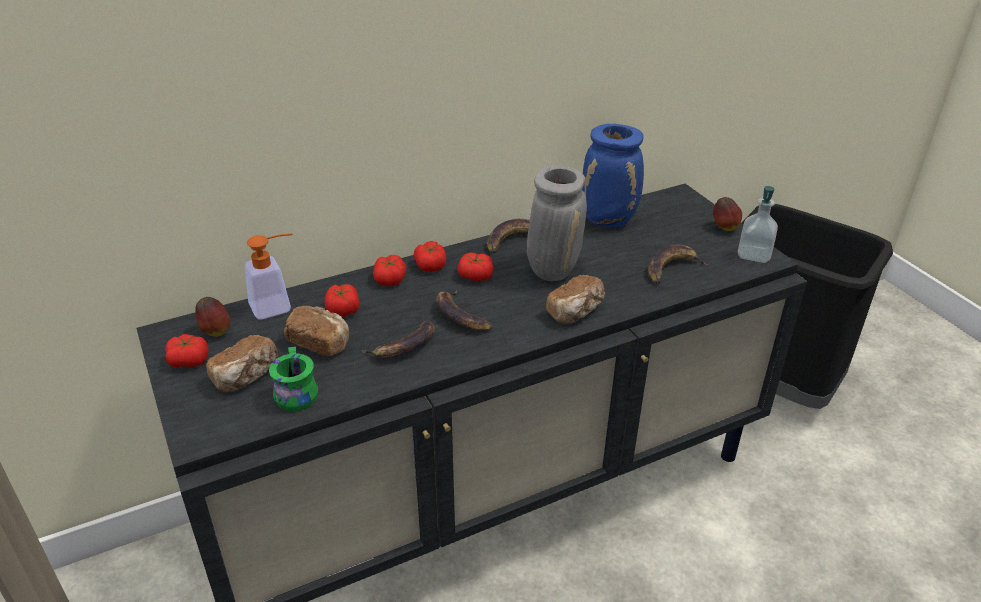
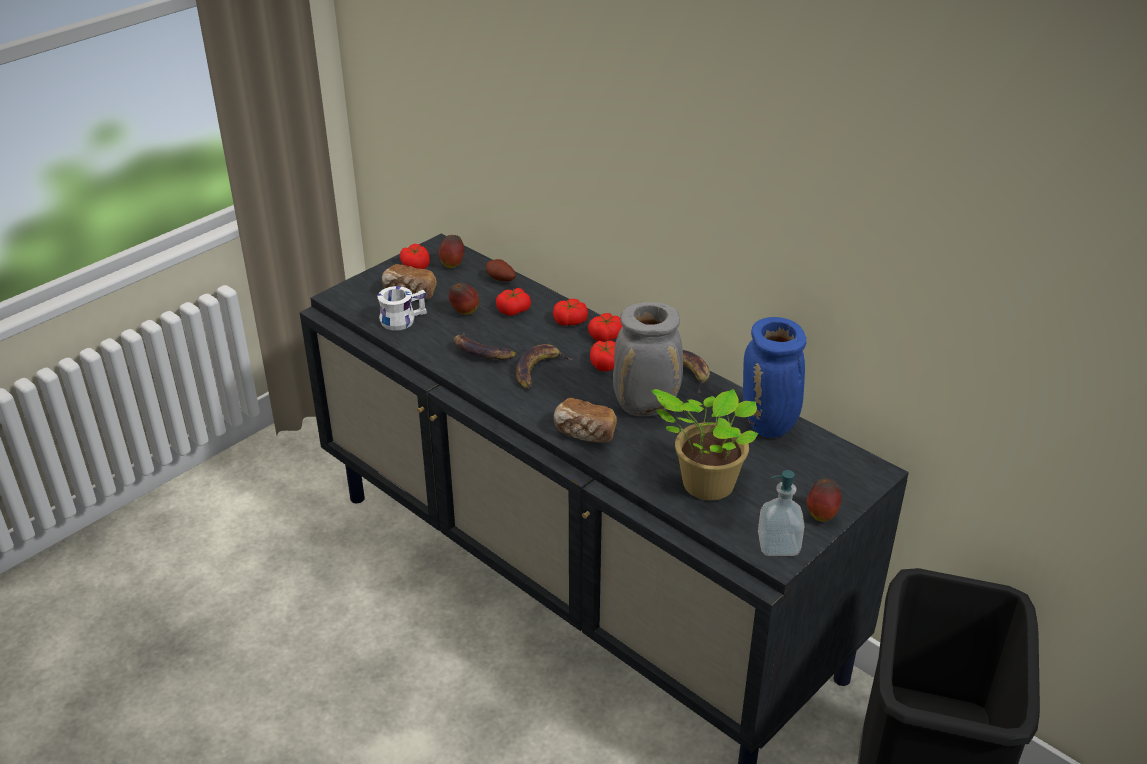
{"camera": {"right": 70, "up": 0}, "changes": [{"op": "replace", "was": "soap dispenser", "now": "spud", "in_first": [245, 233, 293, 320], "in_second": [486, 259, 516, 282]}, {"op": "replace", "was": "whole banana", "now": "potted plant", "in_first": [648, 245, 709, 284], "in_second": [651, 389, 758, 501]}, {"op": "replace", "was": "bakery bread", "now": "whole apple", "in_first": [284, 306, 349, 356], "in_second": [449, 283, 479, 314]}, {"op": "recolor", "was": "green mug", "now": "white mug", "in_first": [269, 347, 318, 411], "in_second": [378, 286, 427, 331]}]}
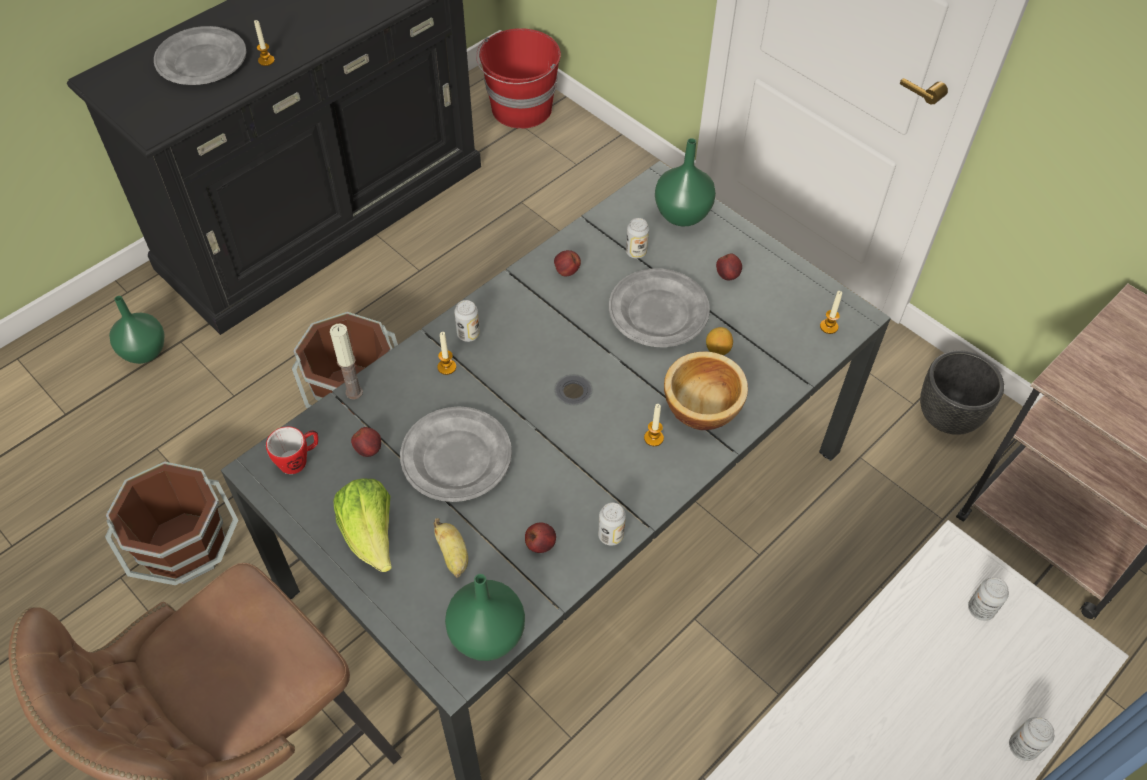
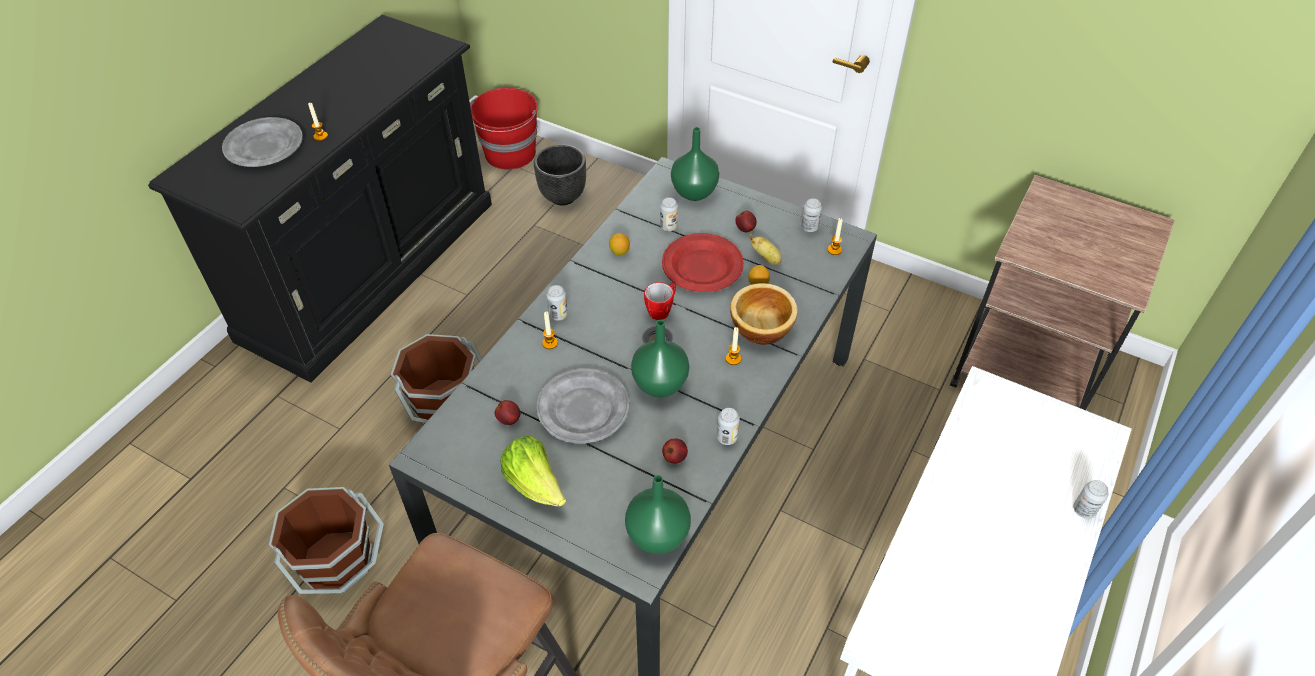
{"camera": {"right": -15, "up": -5}, "changes": [{"op": "replace", "was": "whole apple", "now": "lemon", "in_first": [554, 250, 581, 276], "in_second": [609, 233, 630, 256]}, {"op": "recolor", "was": "gray plate", "now": "reddish plate", "in_first": [609, 268, 710, 347], "in_second": [662, 233, 744, 292]}, {"op": "move", "was": "green flower vase", "in_first": [109, 296, 165, 364], "in_second": [631, 320, 689, 398]}, {"op": "delete", "was": "wax candle", "in_first": [330, 323, 363, 399]}, {"op": "move", "was": "black planter", "in_first": [920, 350, 1004, 435], "in_second": [534, 144, 586, 206]}, {"op": "move", "was": "mug", "in_first": [266, 427, 318, 474], "in_second": [644, 282, 676, 320]}, {"op": "move", "was": "whole banana", "in_first": [434, 518, 468, 578], "in_second": [749, 234, 782, 265]}, {"op": "move", "was": "sealed can", "in_first": [968, 577, 1009, 621], "in_second": [801, 198, 822, 232]}]}
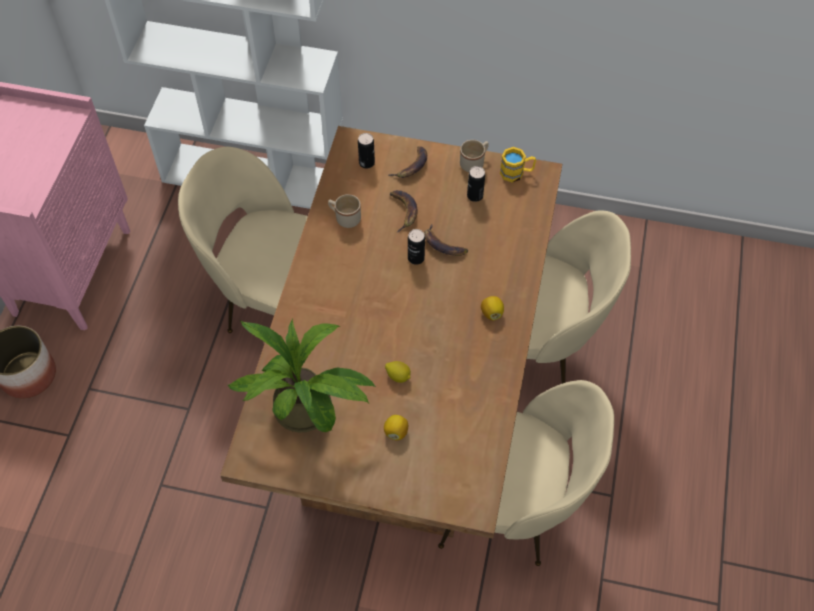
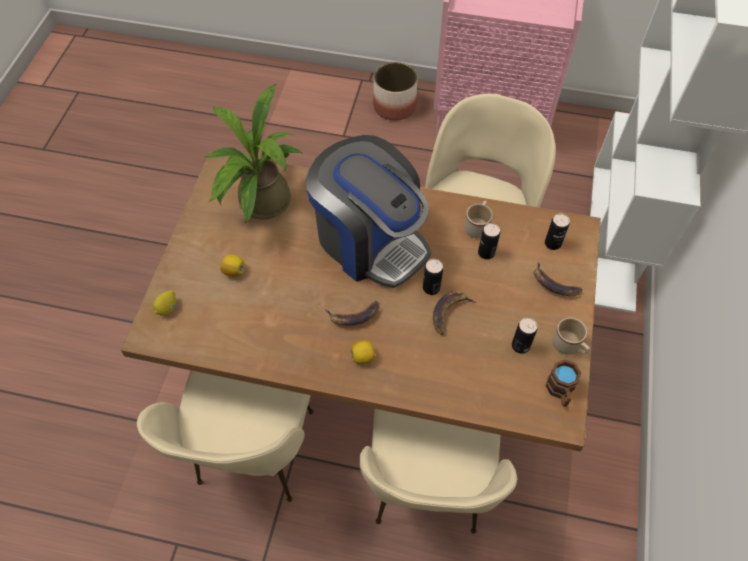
{"camera": {"right": 90, "up": 0}, "changes": [{"op": "recolor", "was": "yellowish mug", "now": "brown mug", "in_first": [500, 147, 536, 182], "in_second": [546, 360, 581, 407]}, {"op": "move", "was": "whole banana", "in_first": [390, 190, 418, 233], "in_second": [325, 301, 380, 326]}, {"op": "move", "was": "lemon", "in_first": [385, 361, 411, 383], "in_second": [153, 290, 176, 316]}, {"op": "insert", "now": "coffee machine", "in_second": [305, 135, 431, 288]}, {"op": "insert", "now": "sealed can", "in_second": [478, 223, 500, 259]}]}
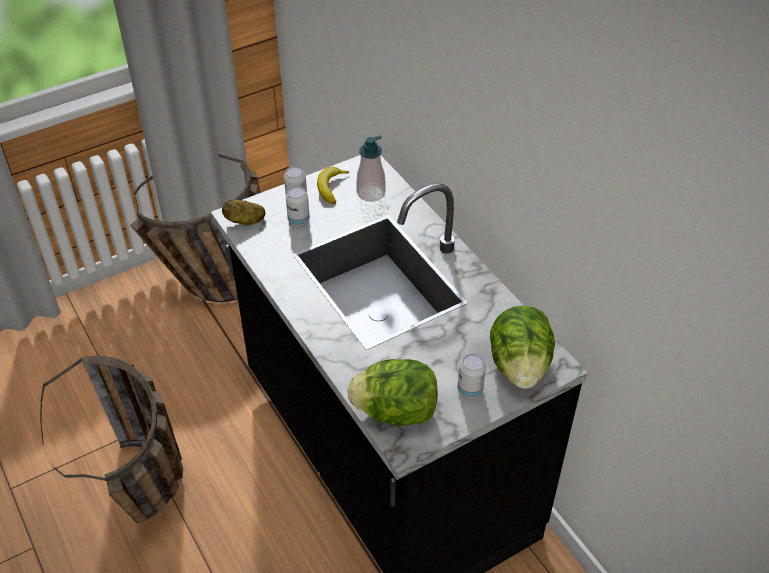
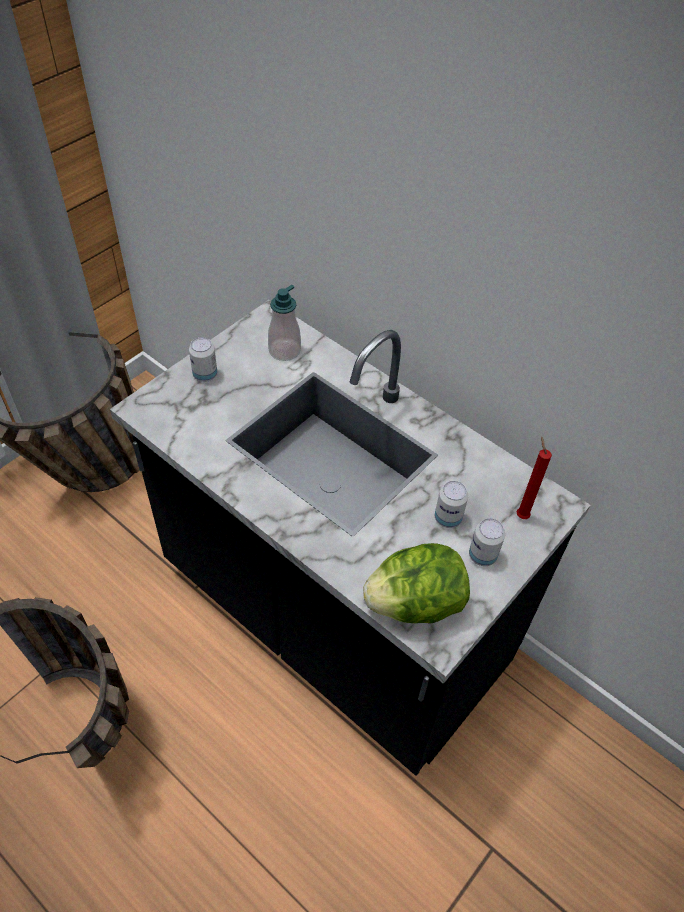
{"camera": {"right": -20, "up": 5}, "changes": [{"op": "delete", "was": "whole banana", "in_first": [317, 167, 350, 204]}, {"op": "move", "was": "sealed can", "in_first": [286, 186, 310, 226], "in_second": [435, 481, 468, 528]}, {"op": "delete", "was": "spud", "in_first": [222, 200, 266, 225]}, {"op": "replace", "was": "head of lettuce", "now": "reddish wax candle", "in_first": [490, 305, 555, 389], "in_second": [517, 436, 552, 519]}]}
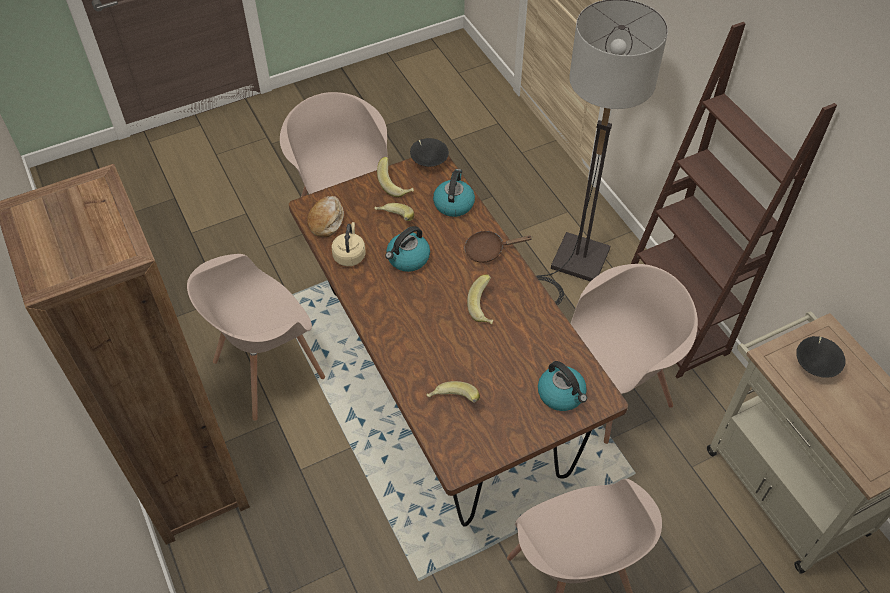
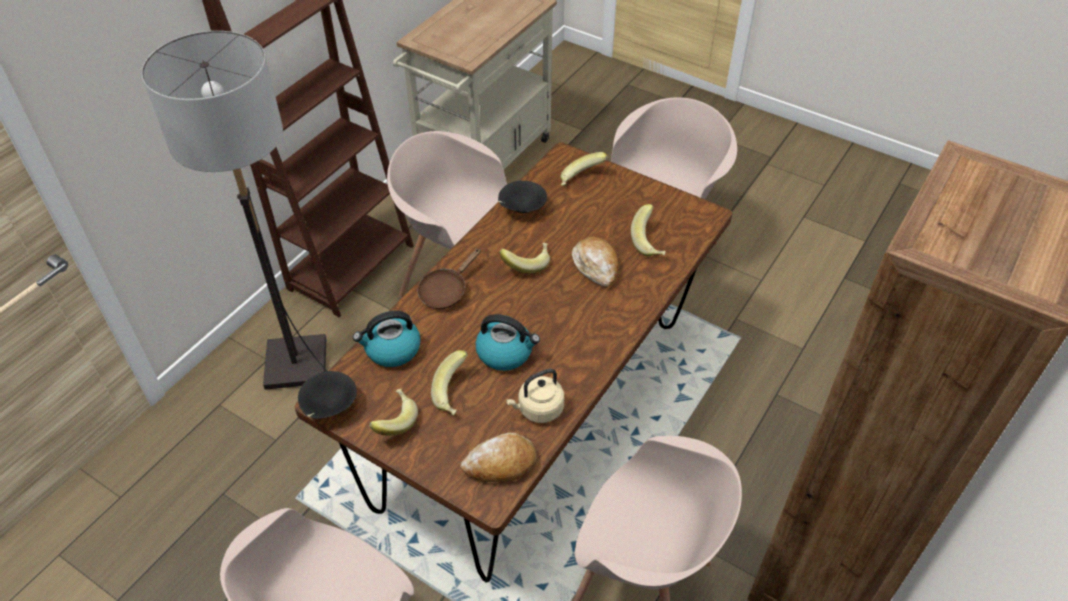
{"camera": {"right": -120, "up": -5}, "changes": [{"op": "rotate", "was": "brown pan", "in_first": [465, 231, 531, 263], "in_second": [417, 248, 481, 309], "clockwise": 75}, {"op": "move", "was": "black deep dish", "in_first": [796, 336, 846, 378], "in_second": [498, 181, 547, 213]}, {"op": "replace", "was": "tea kettle", "now": "whole banana", "in_first": [538, 361, 587, 411], "in_second": [561, 152, 608, 186]}, {"op": "insert", "now": "bakery bread", "in_second": [572, 237, 619, 288]}]}
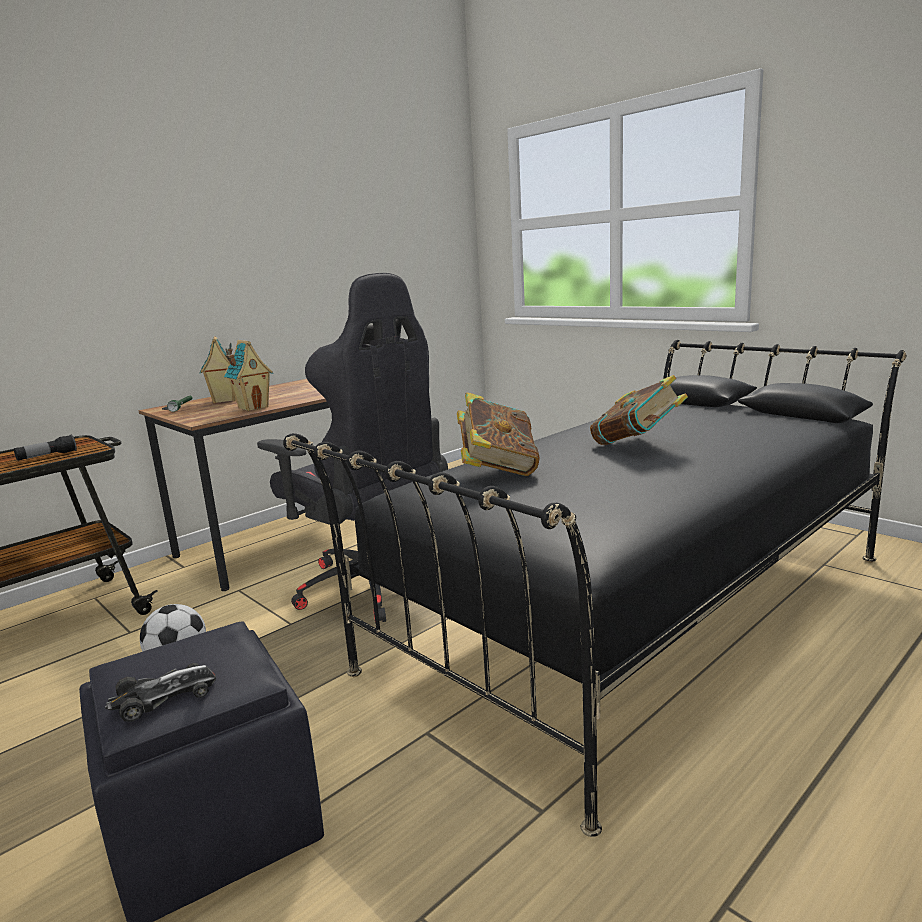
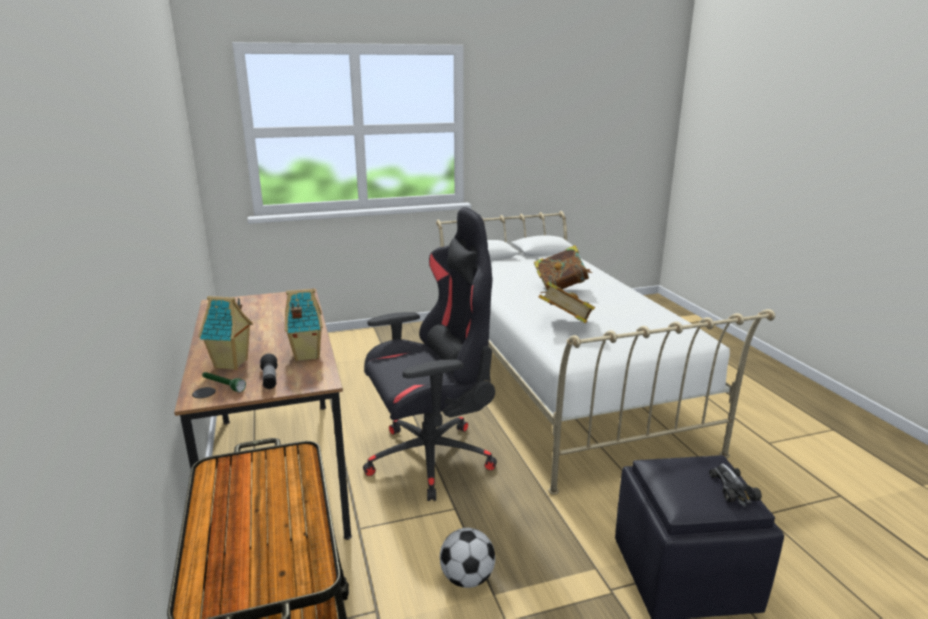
{"camera": {"right": -65, "up": 5}, "changes": [{"op": "recolor", "was": "black bedroom bed", "now": "white bedroom bed", "in_first": [283, 340, 907, 837], "in_second": [436, 211, 775, 495]}, {"op": "move", "was": "torch", "in_first": [14, 435, 77, 461], "in_second": [260, 354, 277, 389]}]}
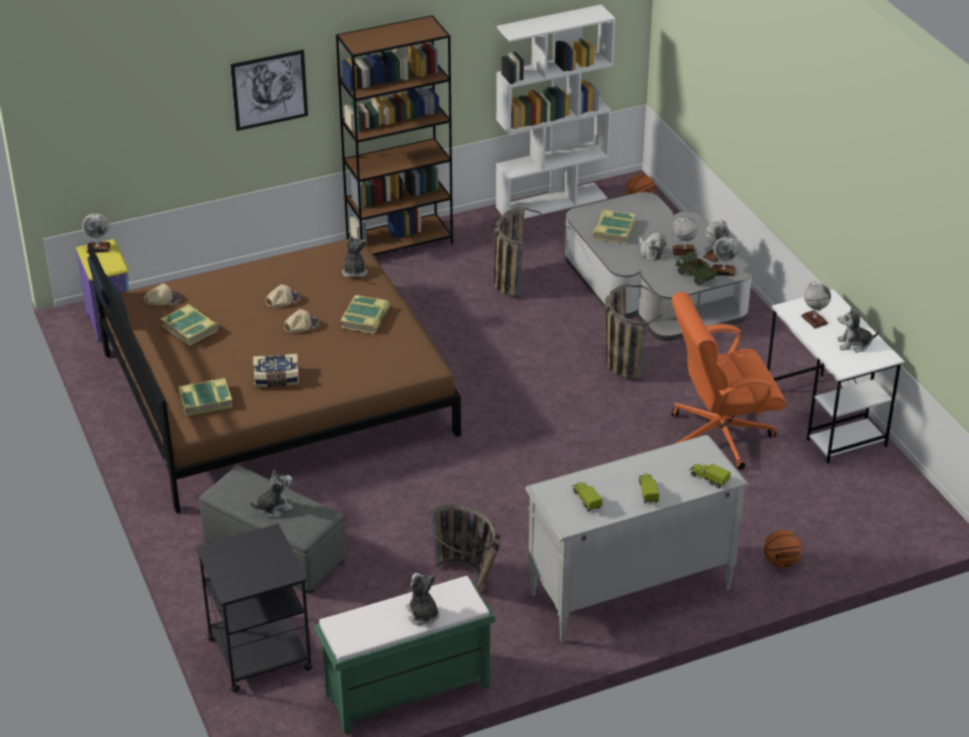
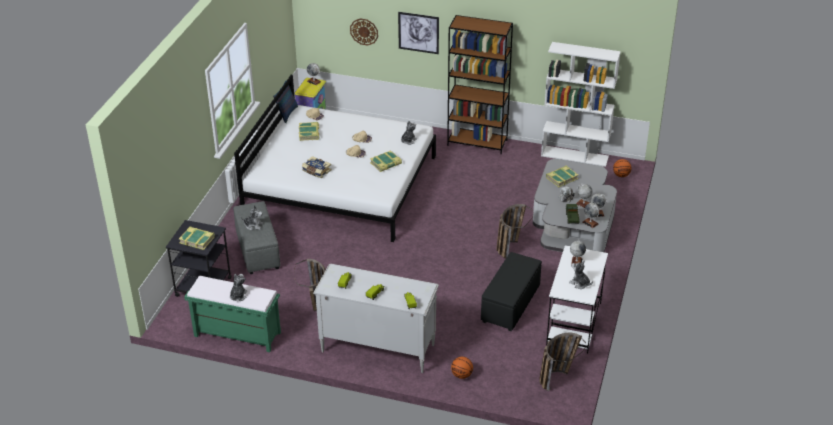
{"camera": {"right": 40, "up": 0}, "changes": [{"op": "move", "was": "household basket", "in_first": [493, 207, 545, 298], "in_second": [539, 333, 586, 392]}, {"op": "recolor", "was": "brown bedroom bed", "now": "white bedroom bed", "in_first": [88, 238, 461, 514], "in_second": [234, 75, 436, 242]}, {"op": "replace", "was": "orange-coloured computer chair", "now": "black pouffe", "in_first": [671, 292, 786, 470], "in_second": [481, 252, 542, 331]}, {"op": "move", "was": "volume", "in_first": [178, 378, 233, 416], "in_second": [179, 227, 215, 250]}, {"op": "insert", "now": "wall clock", "in_second": [350, 19, 378, 45]}]}
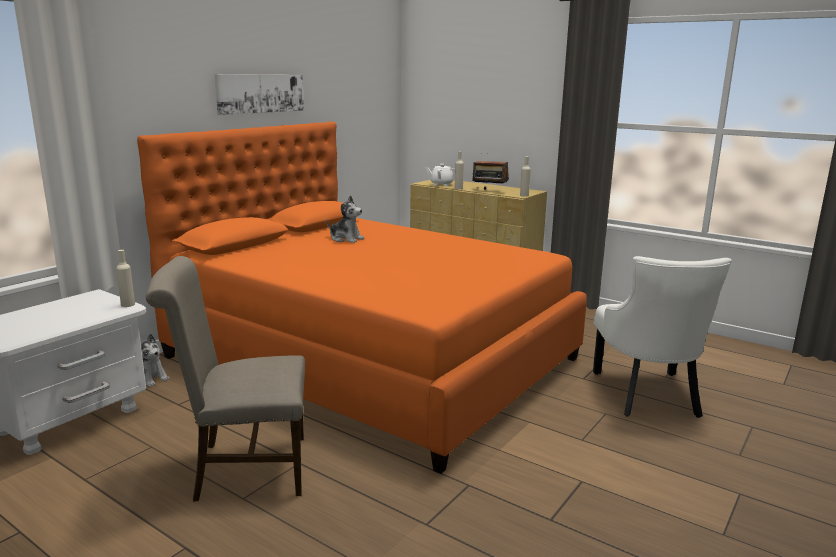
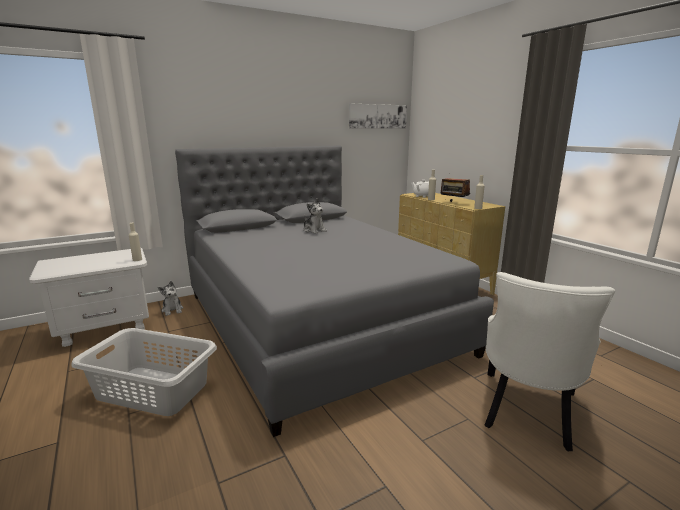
{"camera": {"right": 25, "up": 0}, "changes": [{"op": "move", "was": "wall picture", "in_first": [214, 74, 304, 115], "in_second": [349, 103, 407, 128]}, {"op": "recolor", "was": "orange-coloured bedroom bed", "now": "gray bedroom bed", "in_first": [137, 122, 587, 474], "in_second": [175, 145, 494, 437]}, {"op": "replace", "was": "sand-coloured upright chair", "now": "gray washing basket", "in_first": [146, 256, 305, 502], "in_second": [71, 328, 217, 416]}]}
